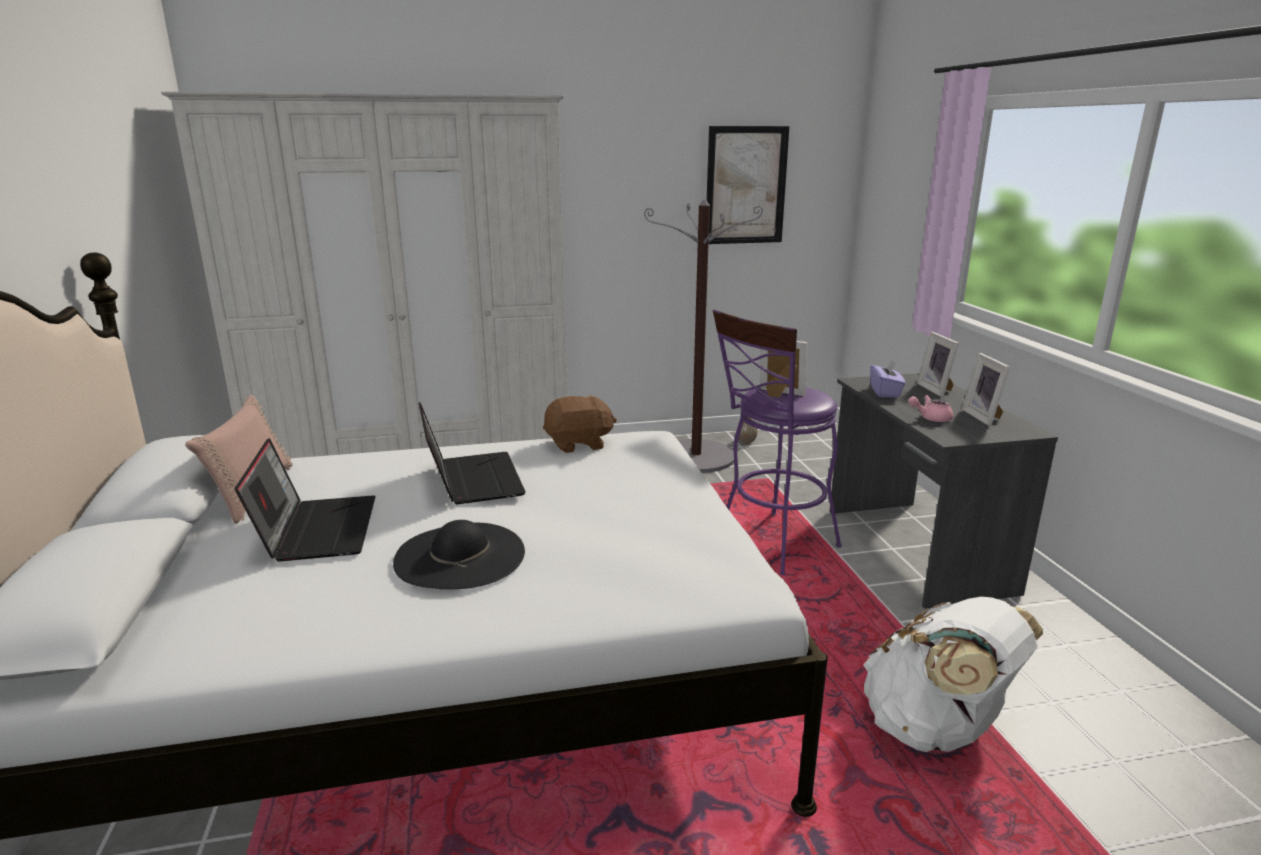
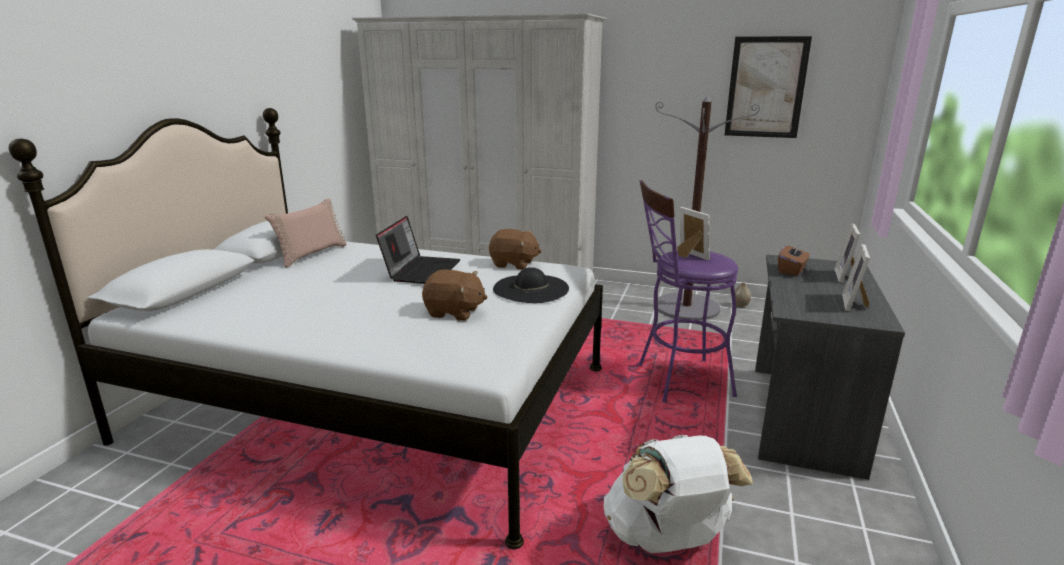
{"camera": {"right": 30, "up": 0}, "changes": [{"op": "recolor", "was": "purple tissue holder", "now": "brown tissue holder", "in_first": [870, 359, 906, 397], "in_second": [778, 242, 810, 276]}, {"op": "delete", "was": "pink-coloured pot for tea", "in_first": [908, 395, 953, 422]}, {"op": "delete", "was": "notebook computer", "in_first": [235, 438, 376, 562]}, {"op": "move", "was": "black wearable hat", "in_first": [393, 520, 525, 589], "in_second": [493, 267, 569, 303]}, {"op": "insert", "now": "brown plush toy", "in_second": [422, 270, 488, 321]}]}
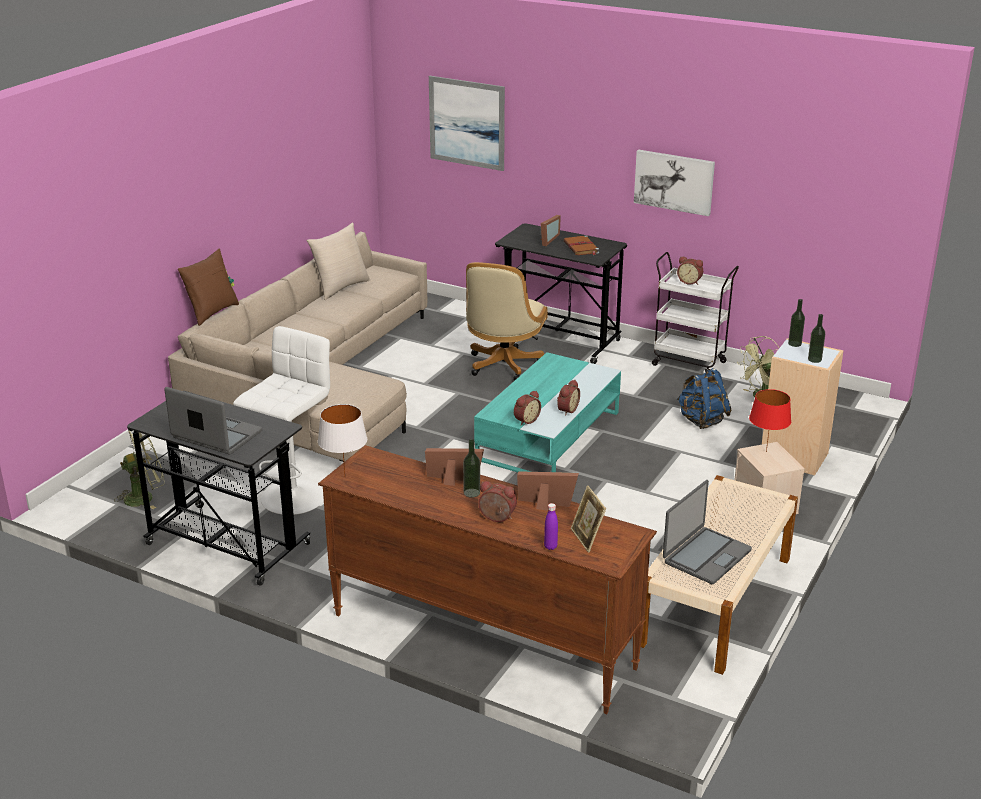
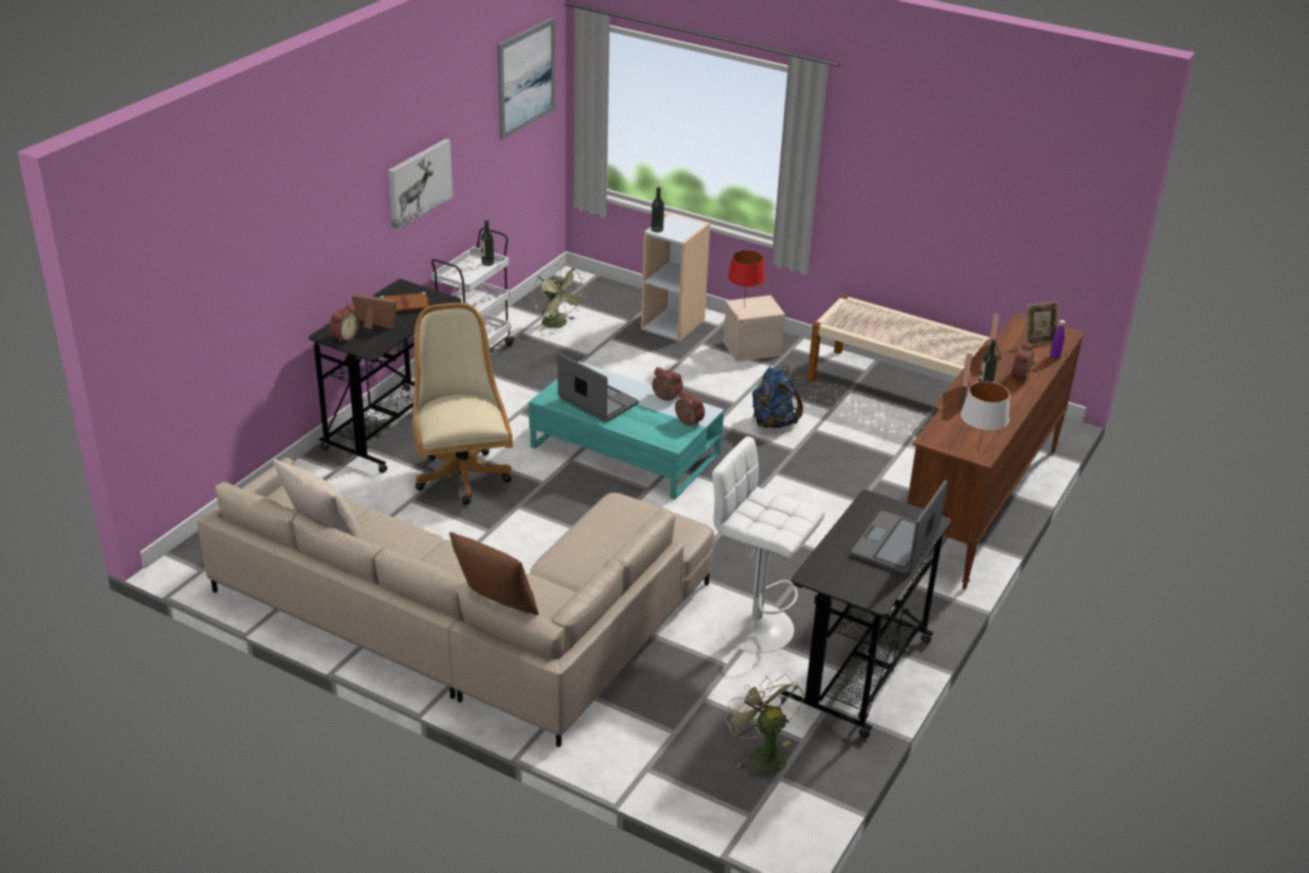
{"camera": {"right": -90, "up": 5}, "changes": [{"op": "move", "was": "wall picture", "in_first": [429, 76, 505, 171], "in_second": [497, 17, 555, 140]}, {"op": "move", "was": "table clock", "in_first": [677, 256, 703, 285], "in_second": [329, 304, 359, 343]}, {"op": "rotate", "was": "sand-coloured computer chair", "in_first": [466, 262, 548, 381], "in_second": [412, 303, 513, 505], "clockwise": -120}, {"op": "move", "was": "bottle", "in_first": [808, 314, 825, 363], "in_second": [481, 220, 494, 266]}, {"op": "move", "was": "blue-coloured knapsack", "in_first": [677, 368, 732, 429], "in_second": [752, 366, 803, 428]}, {"op": "move", "was": "notebook computer", "in_first": [663, 480, 752, 584], "in_second": [558, 353, 639, 422]}]}
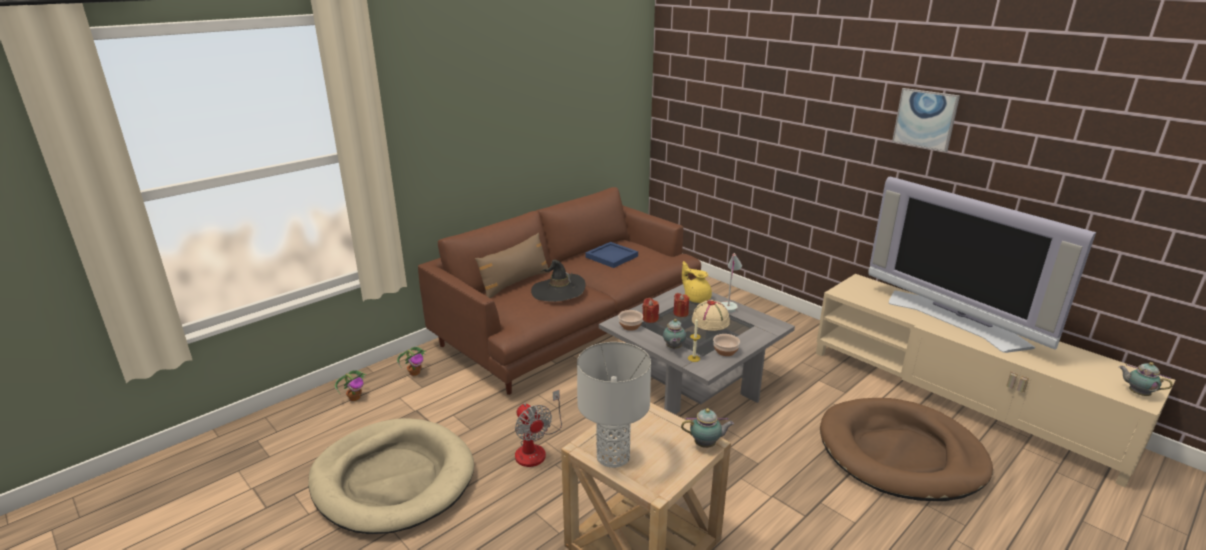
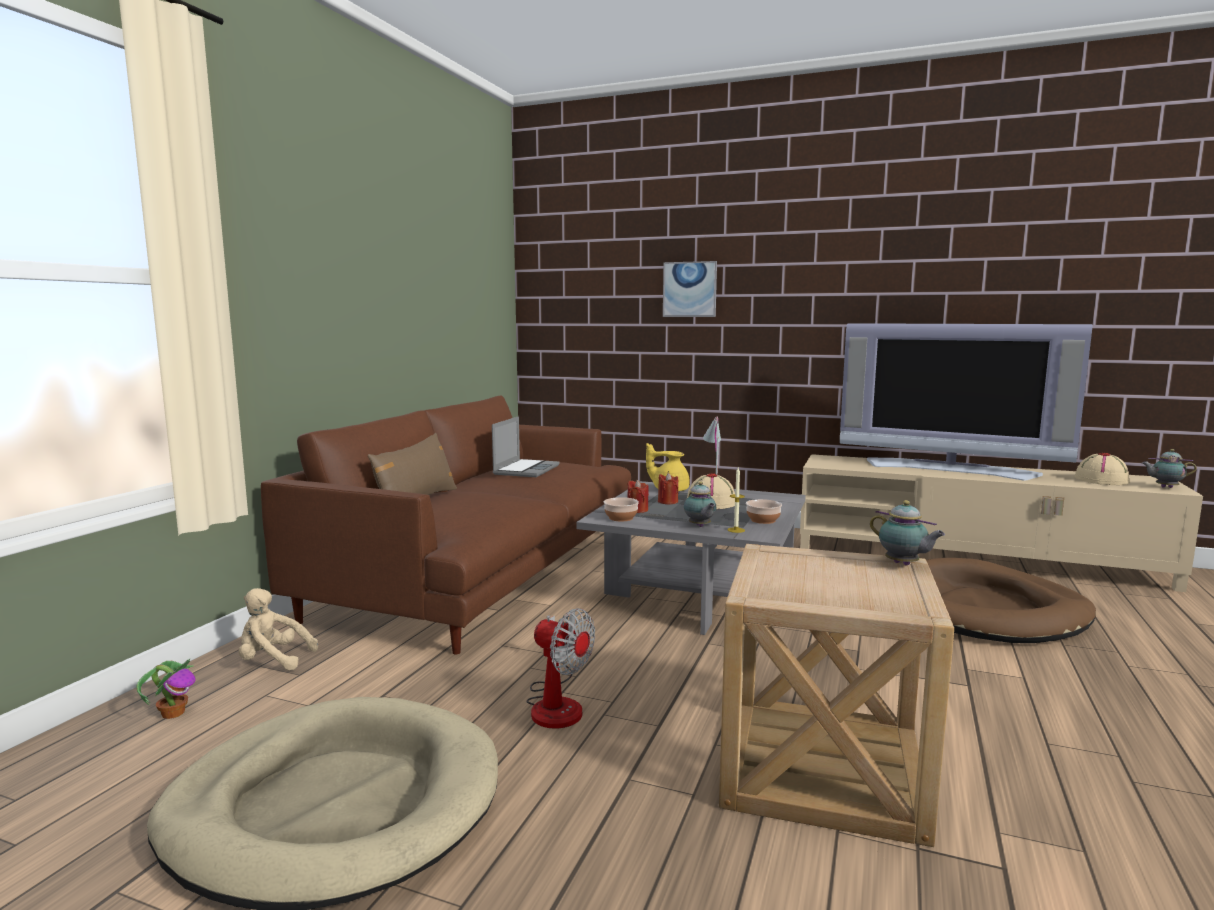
{"camera": {"right": -25, "up": -15}, "changes": [{"op": "move", "was": "wall picture", "in_first": [892, 88, 960, 152], "in_second": [663, 261, 717, 317]}, {"op": "replace", "was": "blue-coloured serving tray", "now": "notebook computer", "in_first": [585, 242, 638, 268], "in_second": [492, 416, 560, 477]}, {"op": "delete", "was": "black wearable hat", "in_first": [531, 260, 586, 302]}, {"op": "delete", "was": "white lamp for a table", "in_first": [577, 342, 651, 468]}, {"op": "replace", "was": "potted plant", "now": "sand-coloured plush toy", "in_first": [397, 347, 427, 376], "in_second": [239, 588, 318, 671]}, {"op": "rotate", "was": "pot for tea", "in_first": [681, 408, 734, 448], "in_second": [870, 500, 945, 565], "clockwise": 75}, {"op": "insert", "now": "sand-coloured wearable hat", "in_second": [1074, 453, 1130, 485]}]}
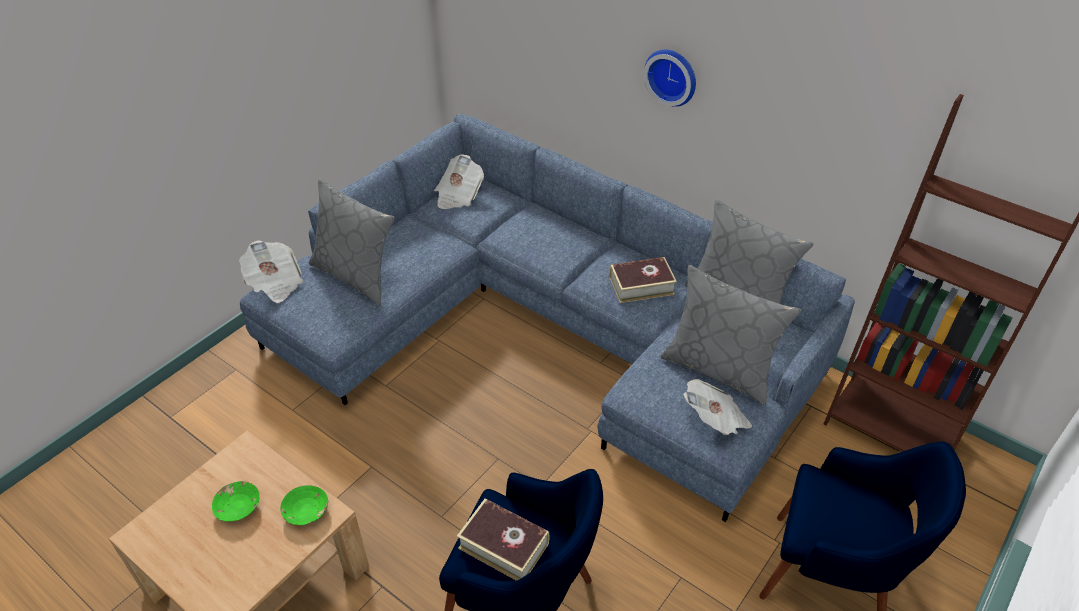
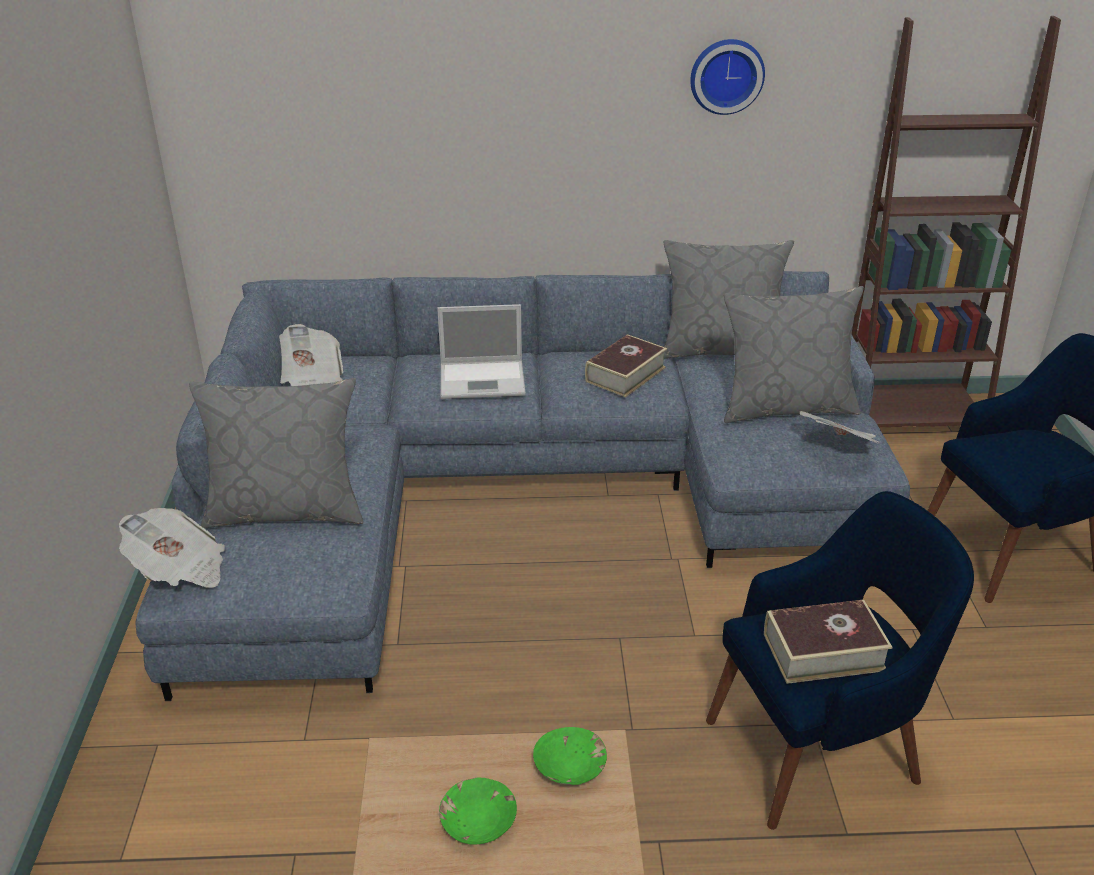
{"camera": {"right": -40, "up": -10}, "changes": [{"op": "move", "was": "wall clock", "in_first": [644, 50, 696, 107], "in_second": [690, 39, 765, 115]}, {"op": "insert", "now": "notebook computer", "in_second": [437, 304, 526, 399]}]}
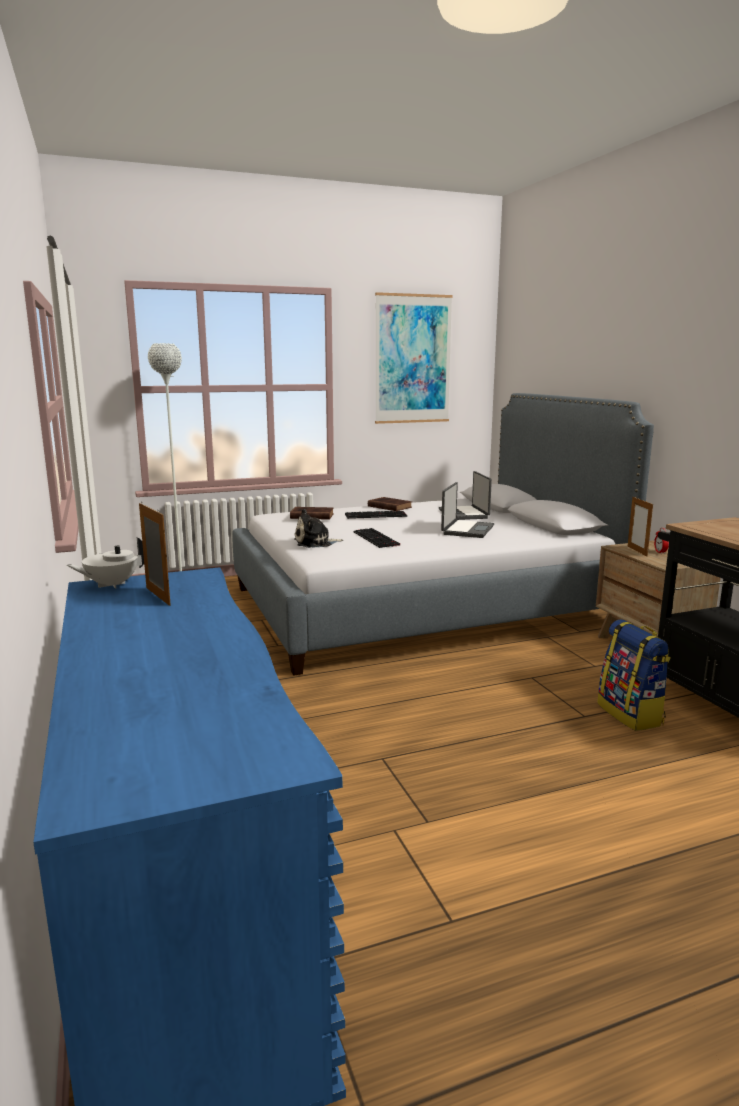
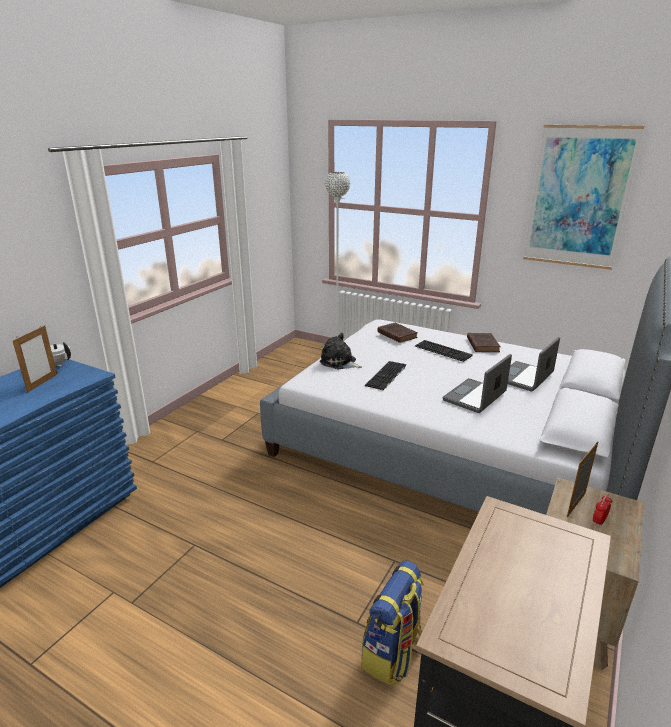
{"camera": {"right": 50, "up": 10}, "changes": [{"op": "rotate", "was": "notebook computer", "in_first": [441, 482, 494, 538], "in_second": [443, 354, 512, 413], "clockwise": 150}]}
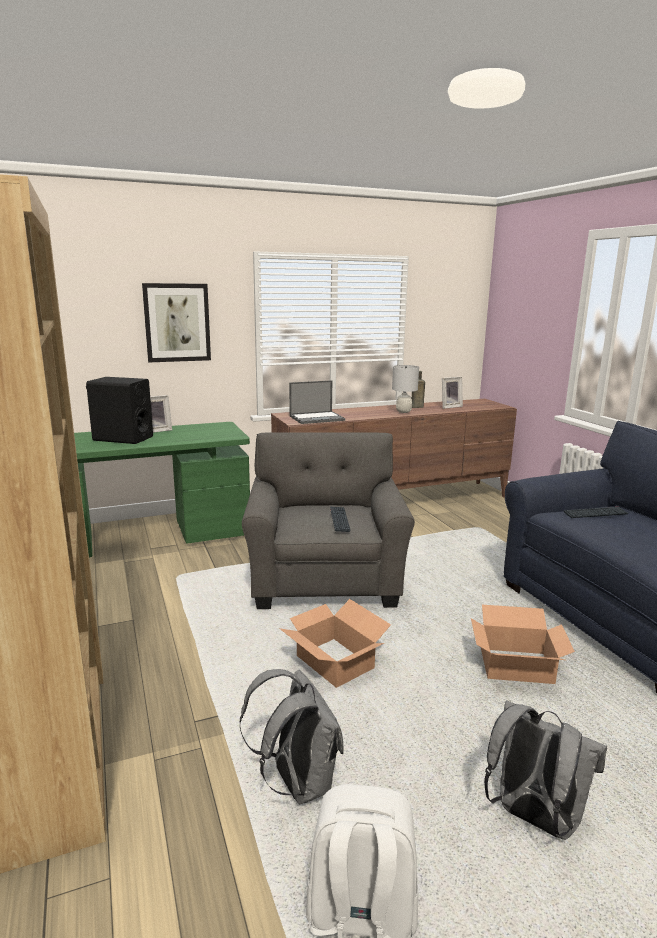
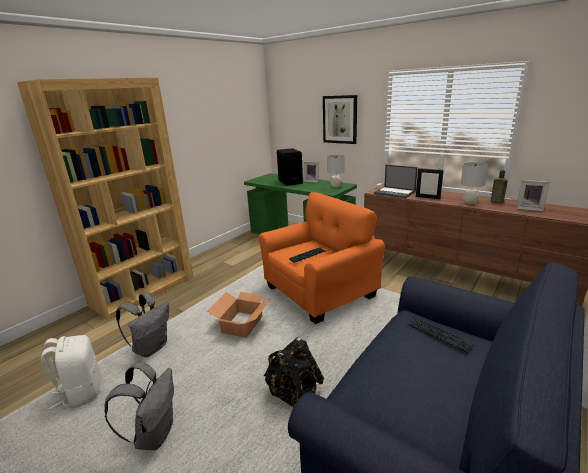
{"camera": {"right": 60, "up": 5}, "changes": [{"op": "recolor", "was": "gray easy chair", "now": "orange-coloured easy chair", "in_first": [242, 432, 415, 609], "in_second": [258, 192, 385, 324]}, {"op": "replace", "was": "carton", "now": "black knapsack", "in_first": [471, 605, 575, 684], "in_second": [264, 337, 324, 407]}, {"op": "insert", "now": "gray lamp for a table", "in_second": [327, 155, 345, 188]}, {"op": "insert", "now": "picture frame", "in_second": [416, 168, 444, 199]}]}
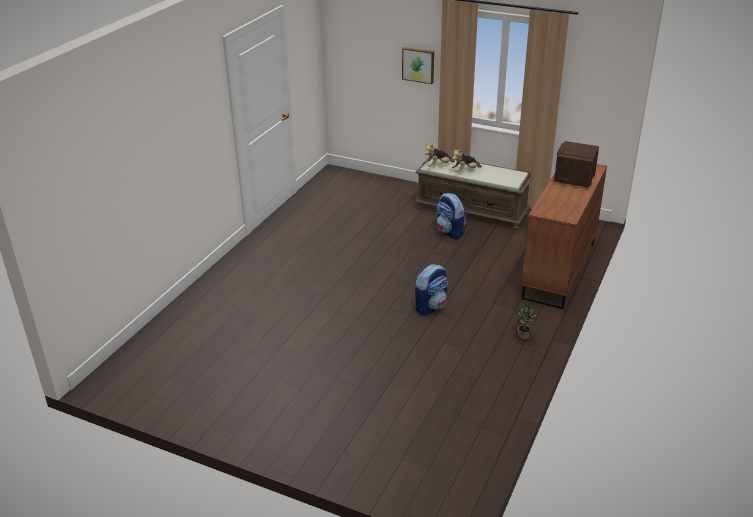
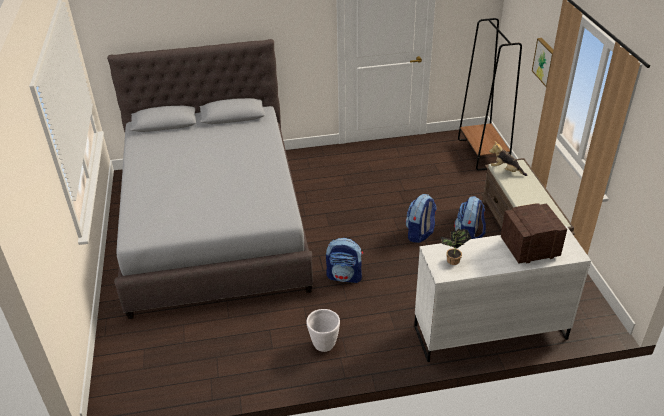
{"camera": {"right": 55, "up": 5}, "changes": [{"op": "delete", "was": "plush toy", "in_first": [452, 149, 482, 172]}, {"op": "recolor", "was": "brown drawer chest", "now": "white drawer chest", "in_first": [521, 164, 607, 309], "in_second": [414, 226, 591, 362]}, {"op": "move", "was": "potted plant", "in_first": [516, 305, 538, 339], "in_second": [441, 228, 471, 265]}, {"op": "insert", "now": "garment stand", "in_second": [458, 18, 522, 171]}, {"op": "insert", "now": "gray bedroom bed", "in_second": [107, 39, 313, 319]}, {"op": "insert", "now": "knapsack", "in_second": [406, 194, 437, 243]}, {"op": "insert", "now": "white planter", "in_second": [307, 309, 340, 352]}]}
